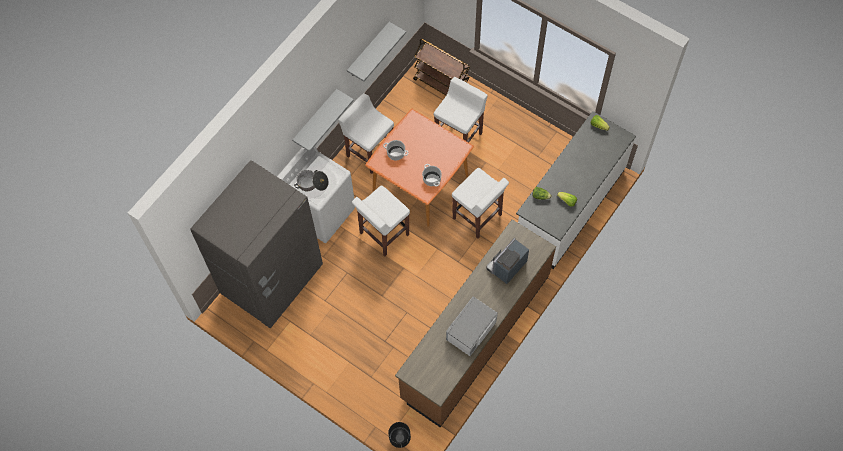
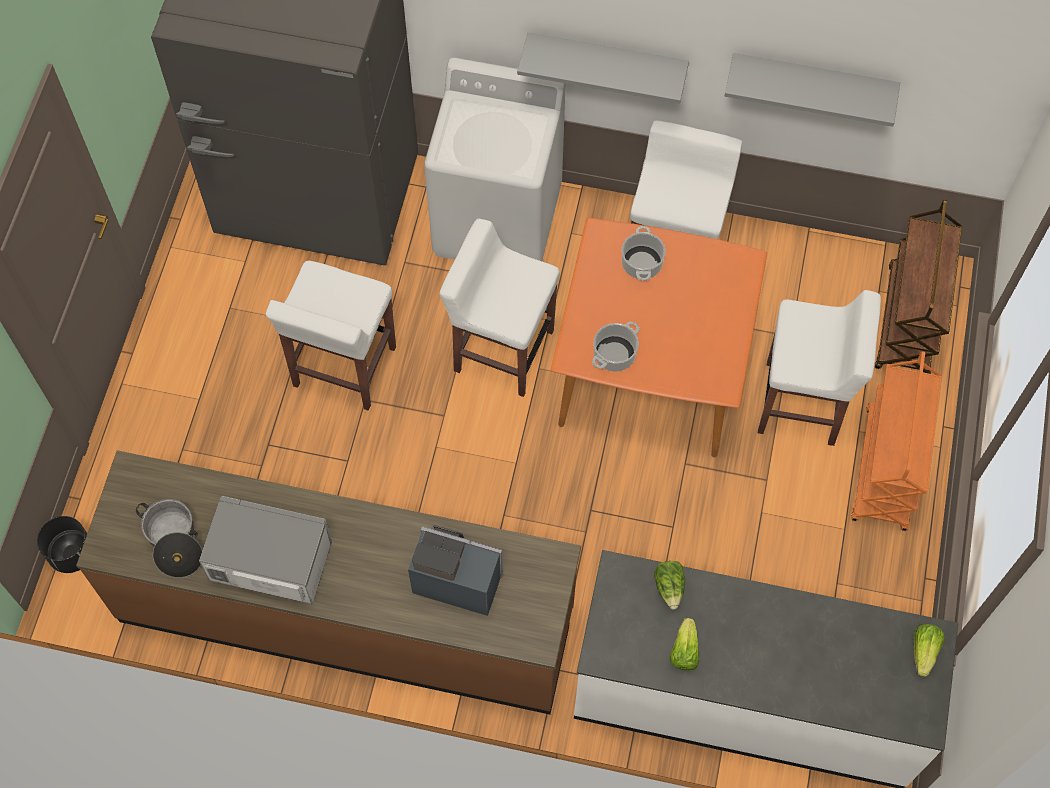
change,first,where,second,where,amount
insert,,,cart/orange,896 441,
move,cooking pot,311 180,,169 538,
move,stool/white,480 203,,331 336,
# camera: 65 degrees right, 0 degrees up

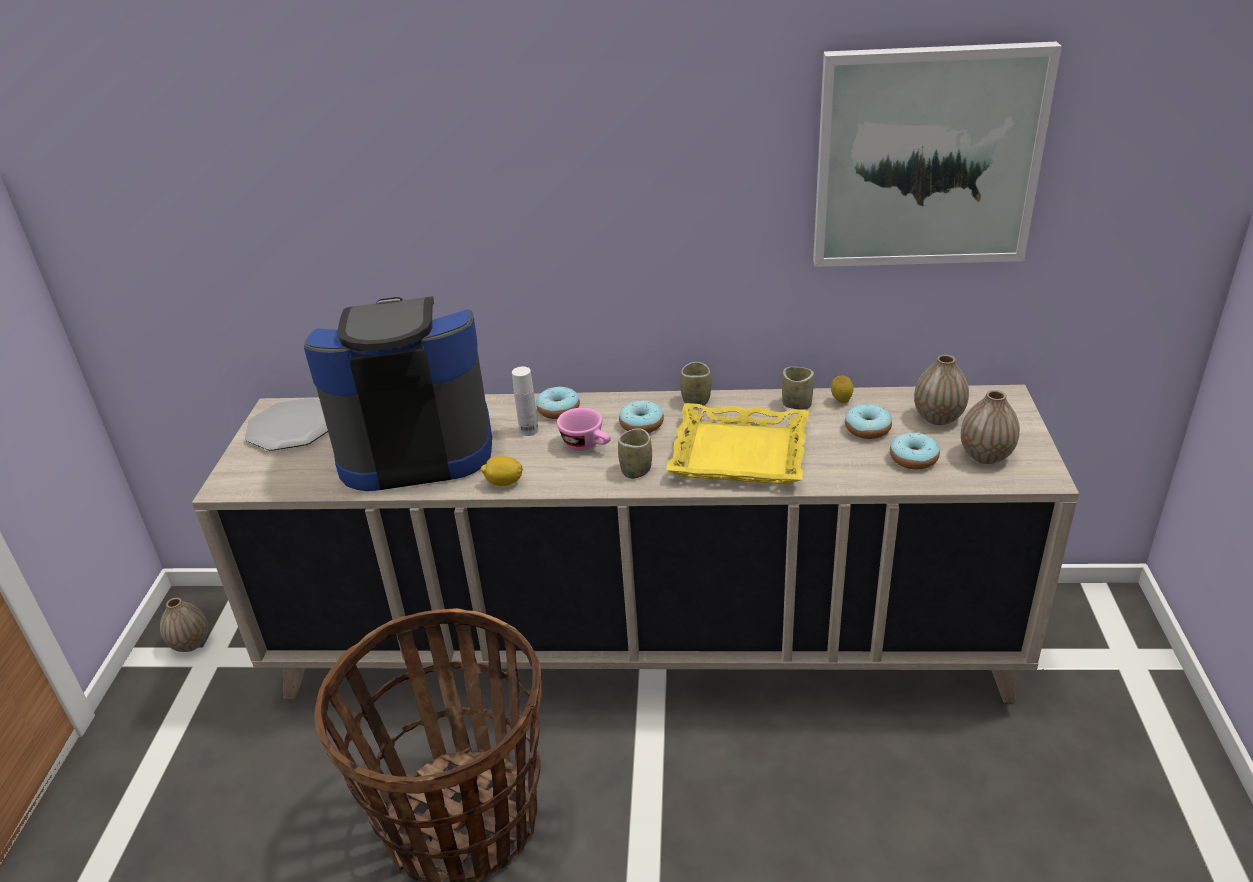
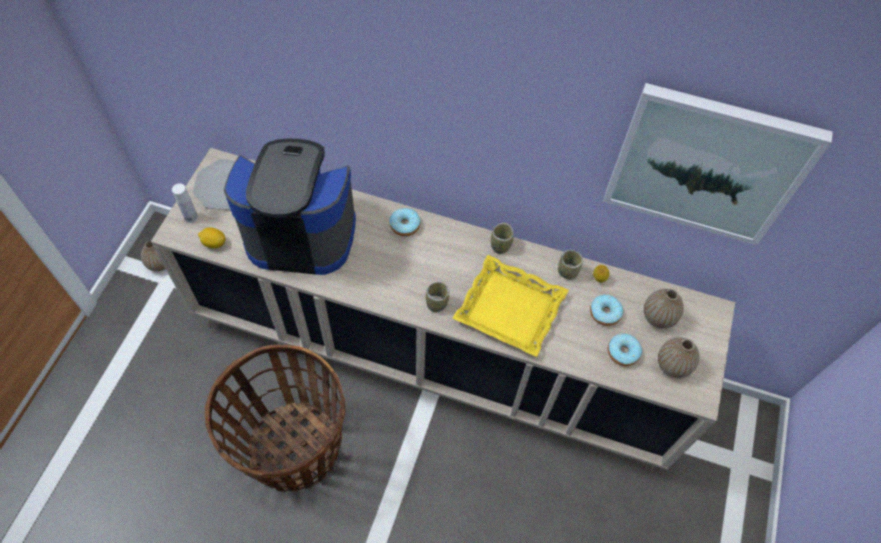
change,first,where,second,where,amount
delete,cup/pink,584 429,,,
delete,donut,641 417,,,
move,lemon,502 471,,212 237,
move,bottle/white,525 401,,185 203,
# camera: 10 degrees right, 25 degrees up

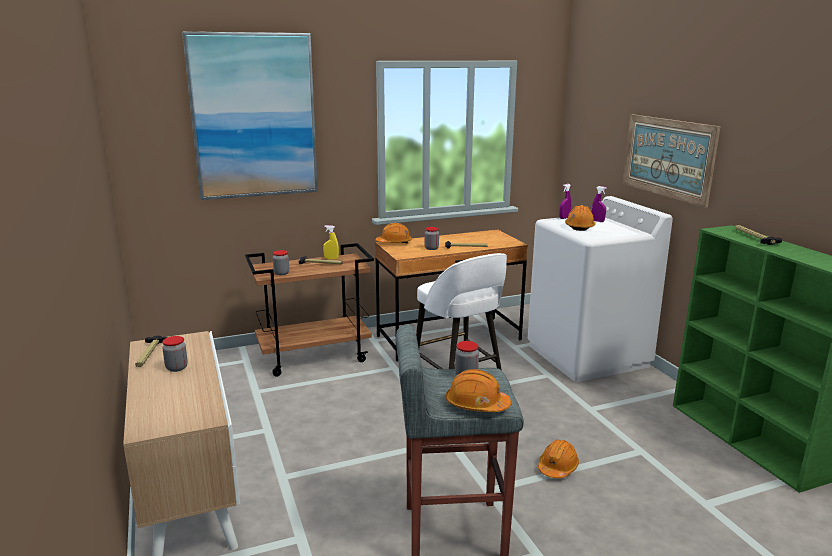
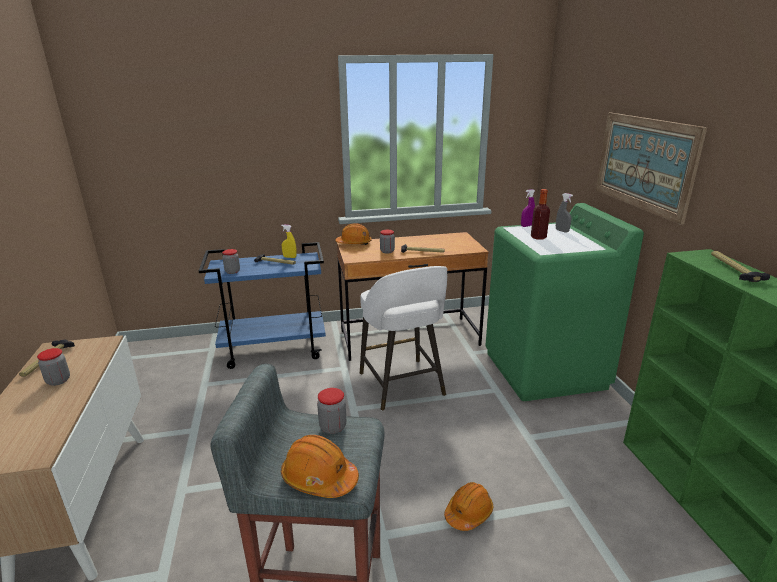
change,first,where,second,where,amount
delete,picture,250 116,,,
replace,hard hat/orange,580 218,bottle,540 214,
recolor,cart/brown,309 310,cart/blue,262 305,
recolor,washing machine/white,600 289,washing machine/green,564 302,
recolor,spray bottle/purple,599 204,spray bottle/grey,564 213,
# camera: 10 degrees right, 5 degrees up

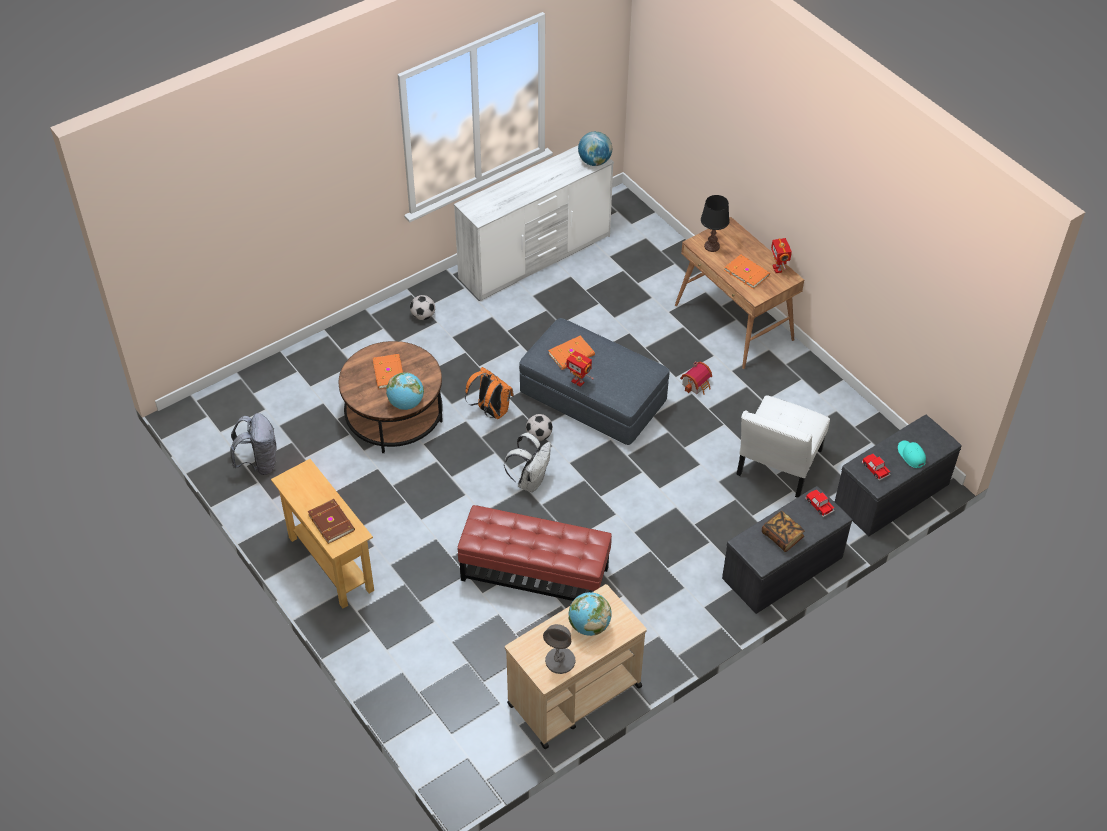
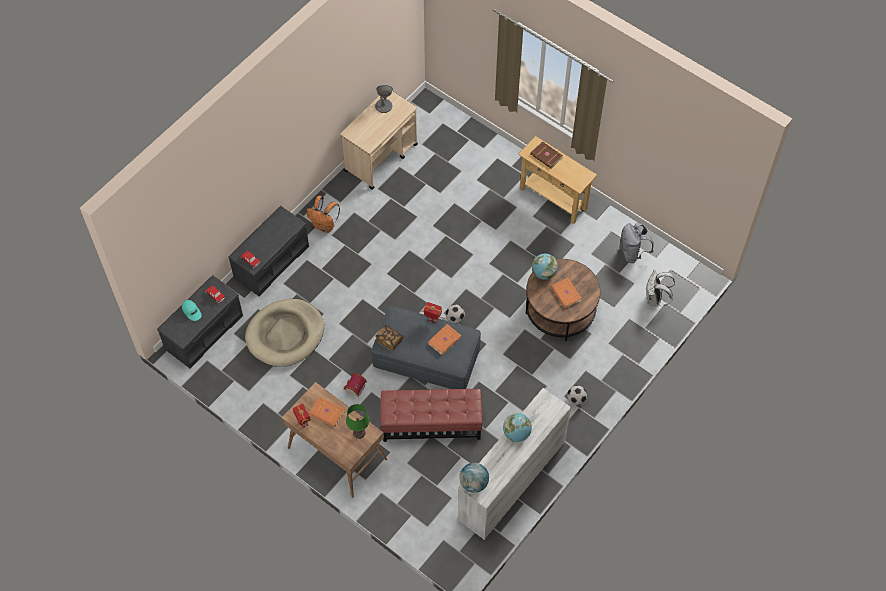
change,first,where,second,where,amount
move,ottoman/red,535 553,,431 415,
move,backpack/orange,489 393,,323 214,
move,backpack/white,527 462,,660 288,
move,globe,590 614,,517 427,
move,book,783 531,,389 338,
replace,chair/white,783 446,dog bed/beige,284 333,
recolor,table lamp/black,715 223,table lamp/green,357 421,
# camera: 165 degrees right, 10 degrees up

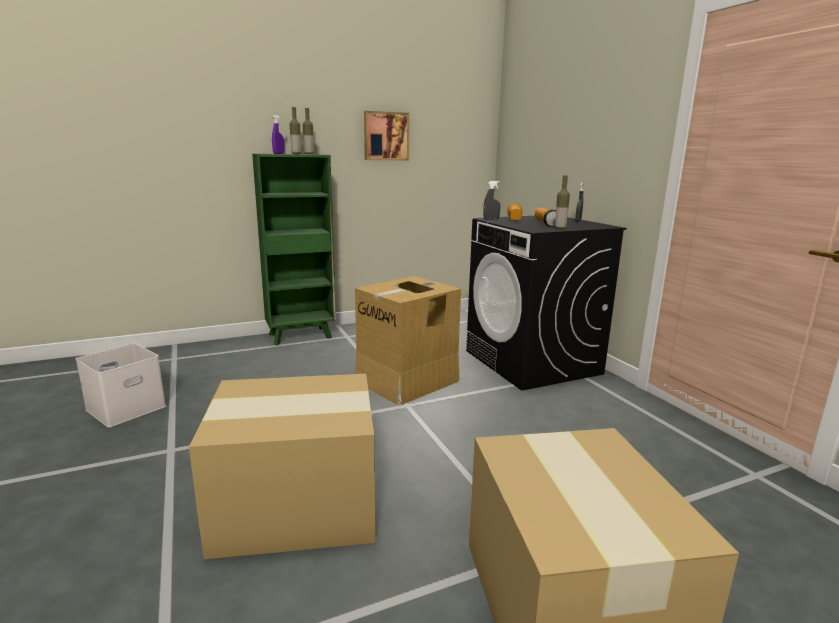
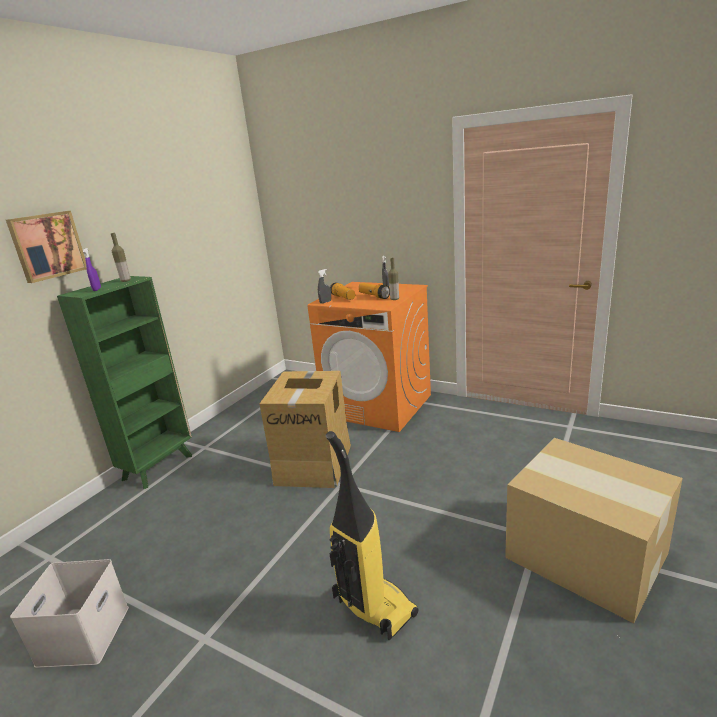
change,first,where,second,where,amount
delete,bottle,295 130,,,
move,picture,387 136,,46 247,
replace,cardboard box,282 466,vacuum cleaner,372 535,
recolor,washing machine/black,546 303,washing machine/orange,369 357,
# camera: 35 degrees left, 5 degrees up

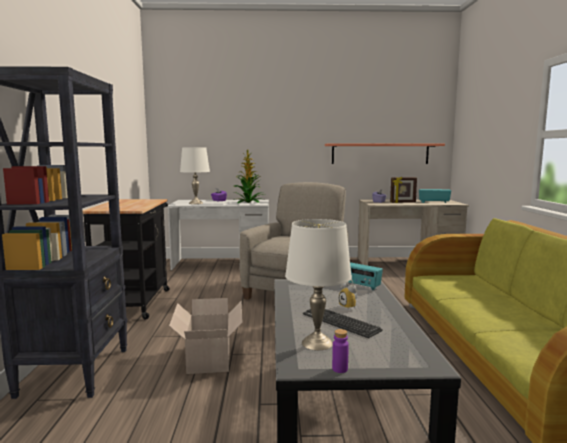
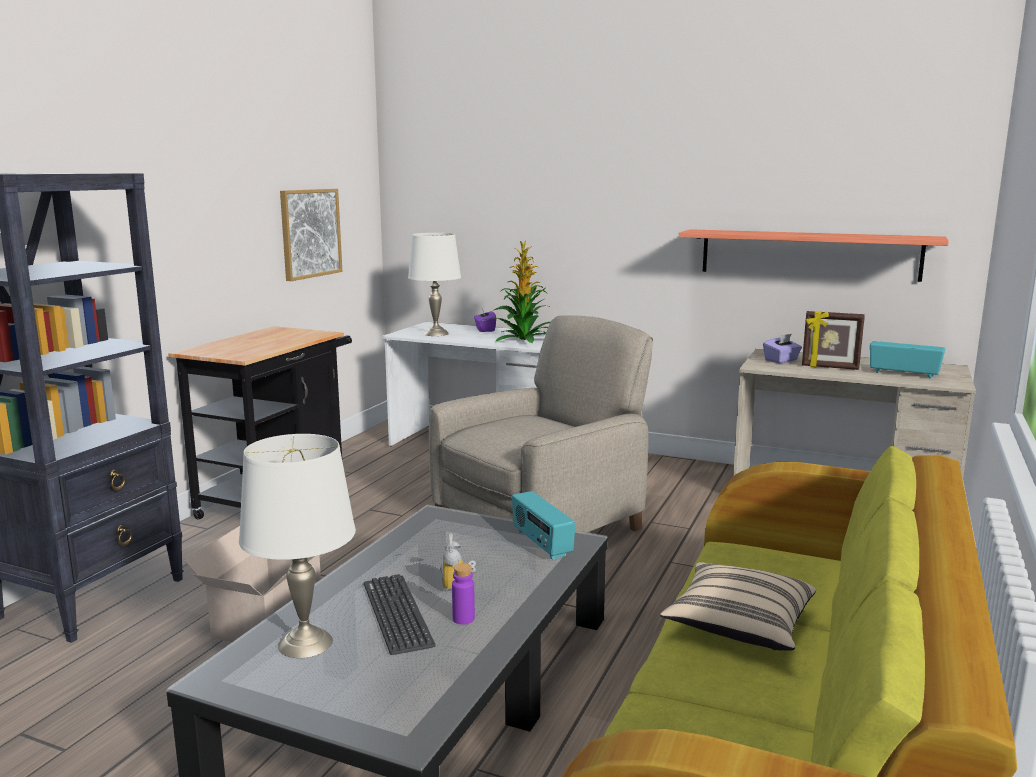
change,first,where,second,where,amount
insert,,,picture,311 235,
insert,,,pillow/beige,738 606,
move,bottle/purple,340 351,,463 594,
# camera: 25 degrees right, 5 degrees up

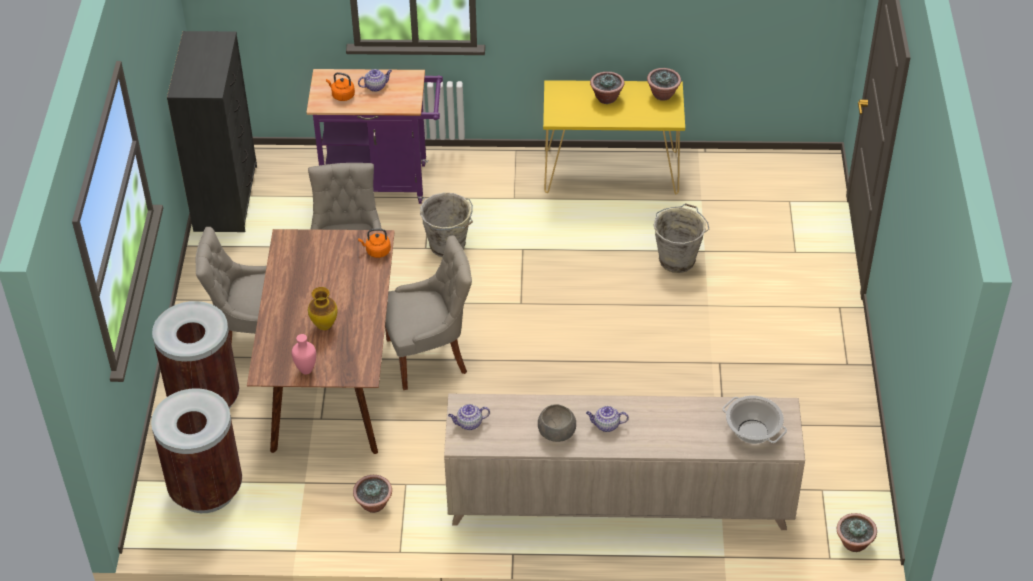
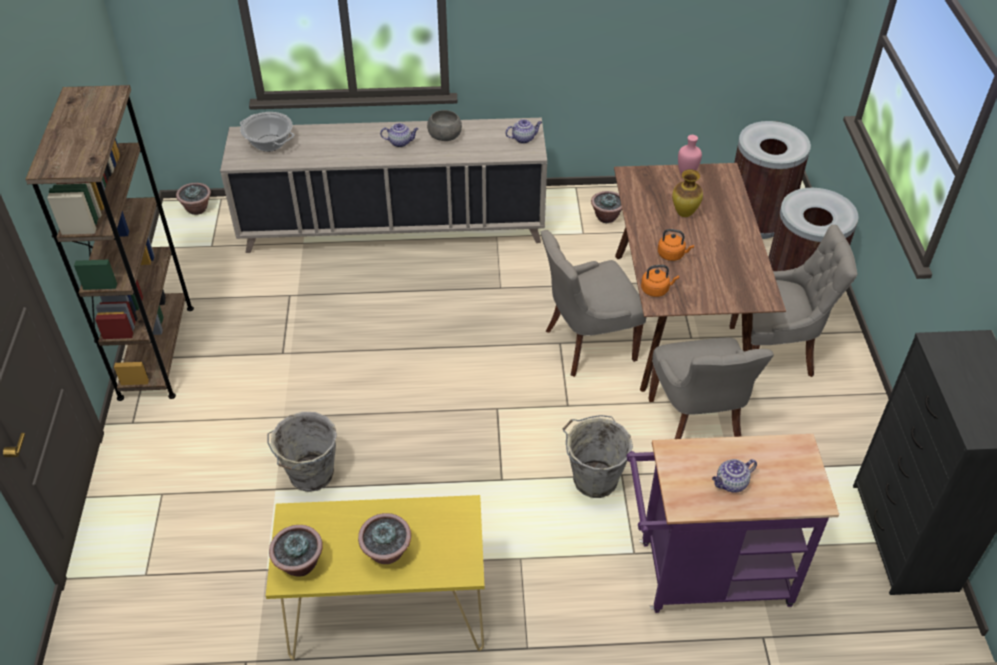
change,first,where,second,where,amount
insert,,,bookcase/brown,109 243,
move,kettle/orange,340 86,,676 245,
# camera: 175 degrees right, 0 degrees up

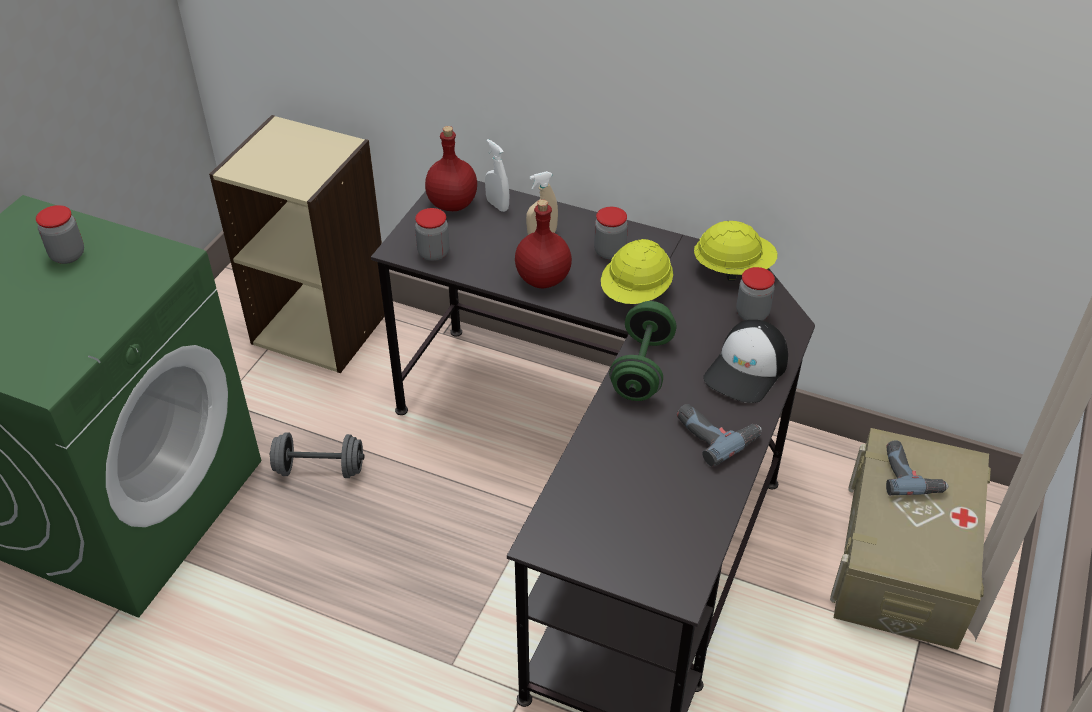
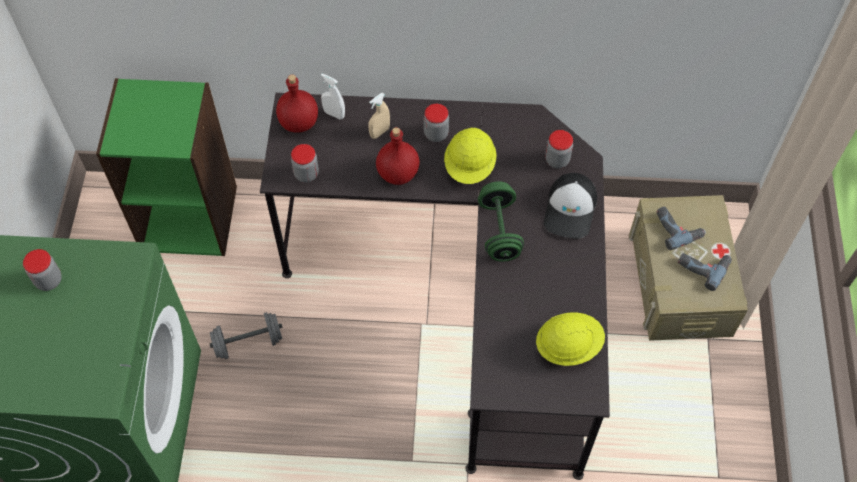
change,first,where,second,where,amount
move,power drill,719 435,,705 272,
move,hard hat/yellow,736 250,,570 339,
recolor,bookcase/beige,297 244,bookcase/green,166 167,
# camera: 20 degrees left, 15 degrees up

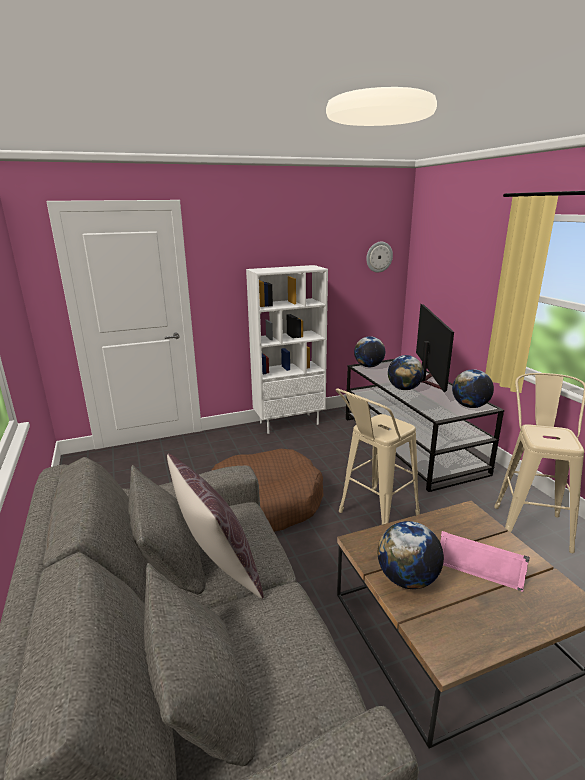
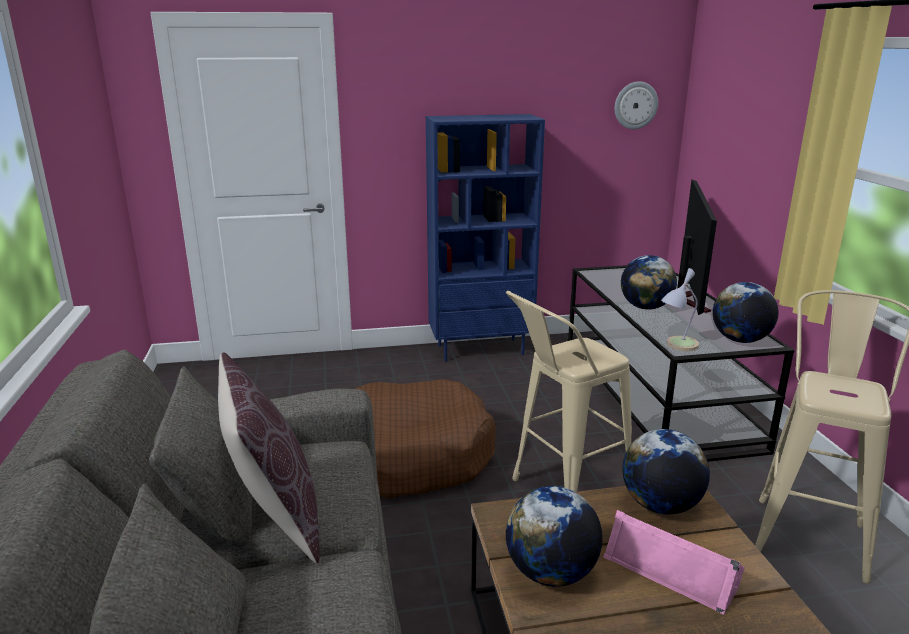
change,first,where,second,where,amount
insert,,,table lamp,680 309,
move,globe,369 351,,666 472,
recolor,bookcase/white,287 349,bookcase/blue,485 237,
# camera: 10 degrees right, 0 degrees up

